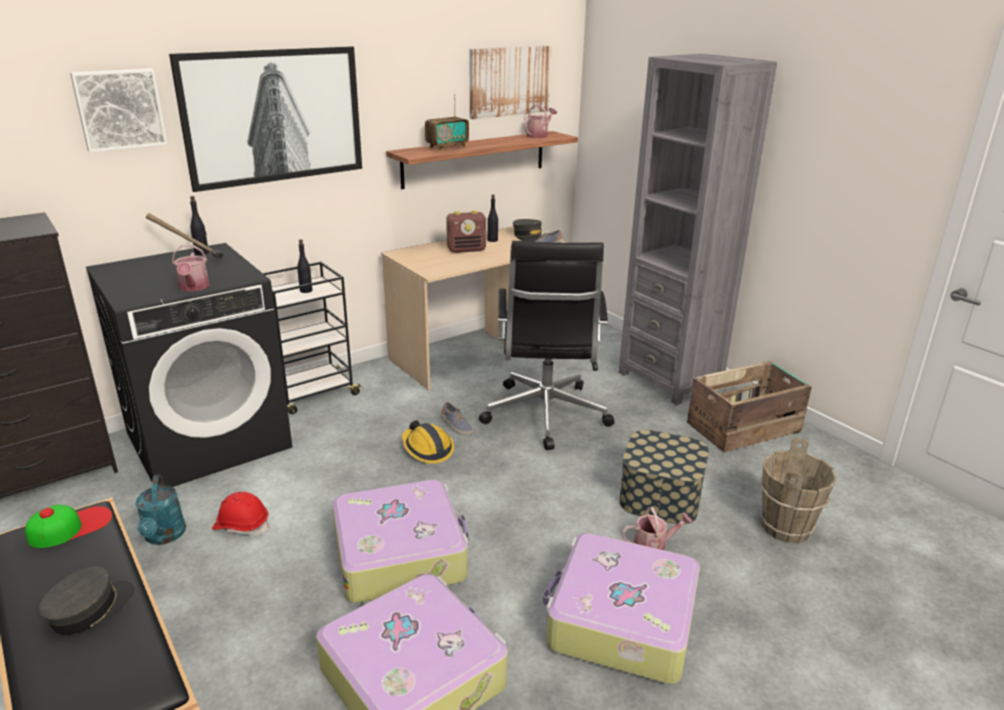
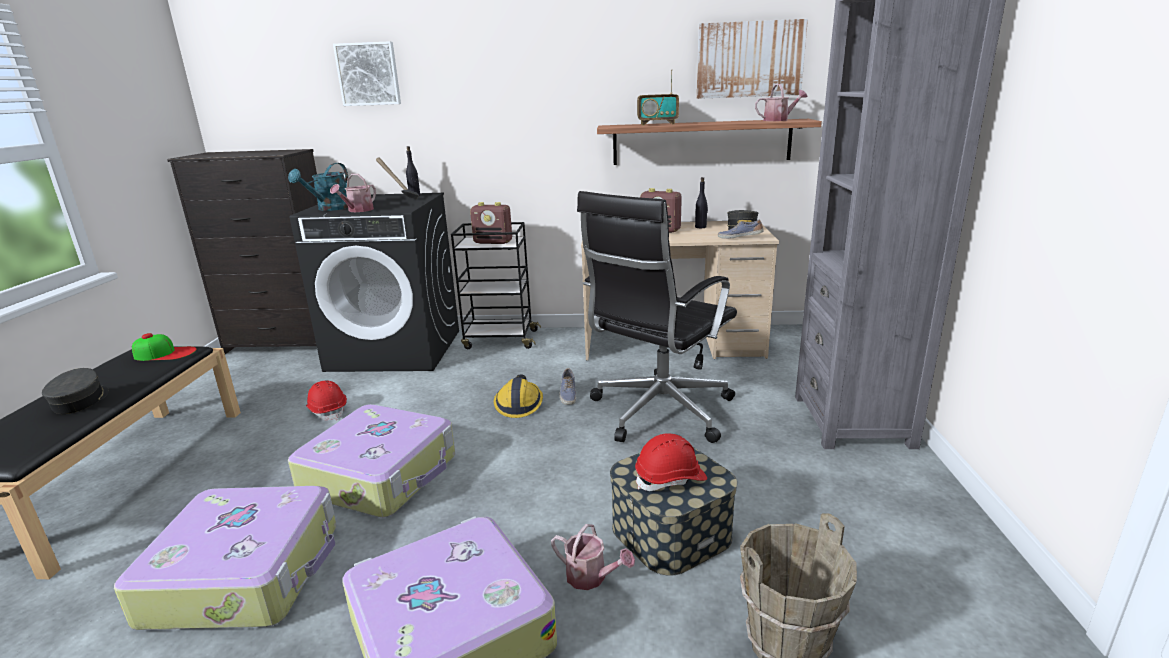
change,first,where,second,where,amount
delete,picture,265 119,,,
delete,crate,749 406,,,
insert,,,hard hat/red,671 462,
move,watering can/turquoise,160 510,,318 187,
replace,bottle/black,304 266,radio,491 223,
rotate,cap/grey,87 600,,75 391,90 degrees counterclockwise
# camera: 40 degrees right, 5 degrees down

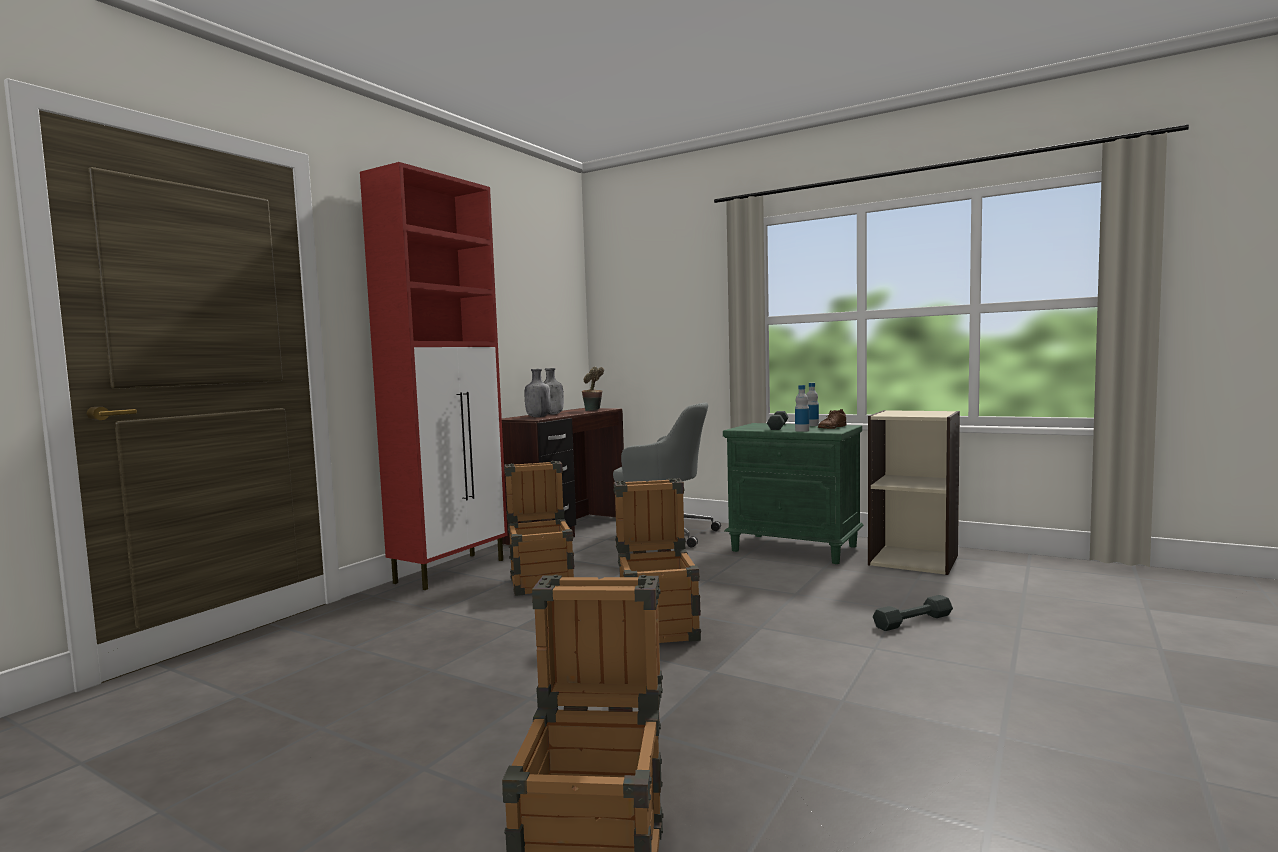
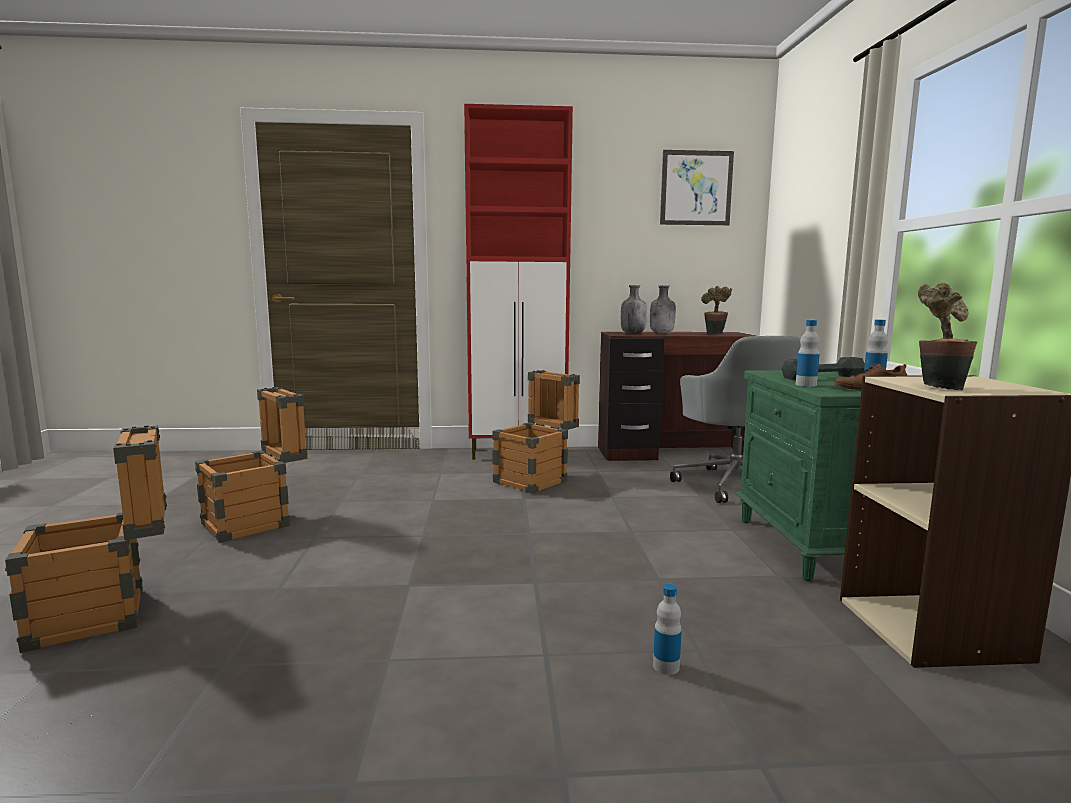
change,first,where,second,where,amount
insert,,,picture,697 187,
insert,,,potted plant,947 336,
move,crate,657 560,,251 465,
replace,dumbbell/grey,913 613,bottle,667 629,
# camera: 55 degrees right, 5 degrees up

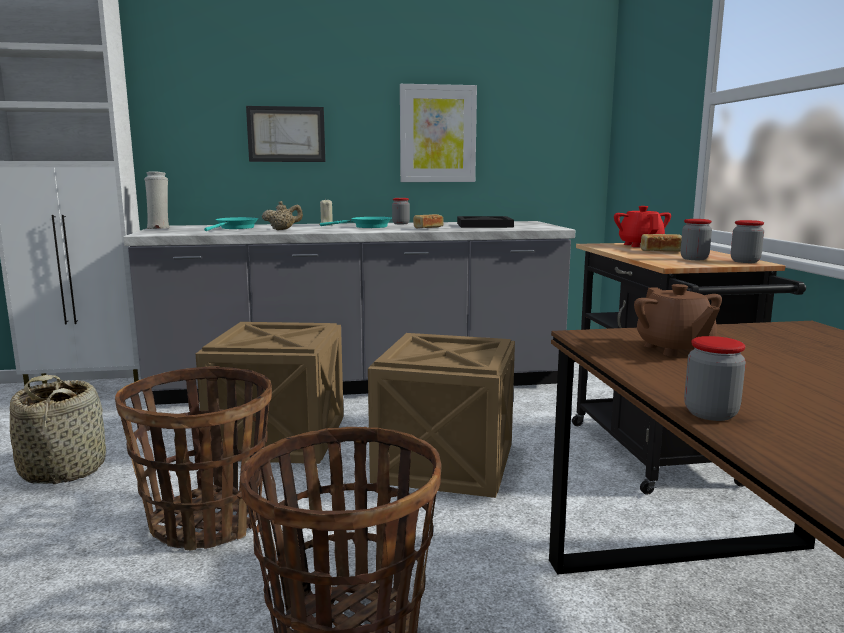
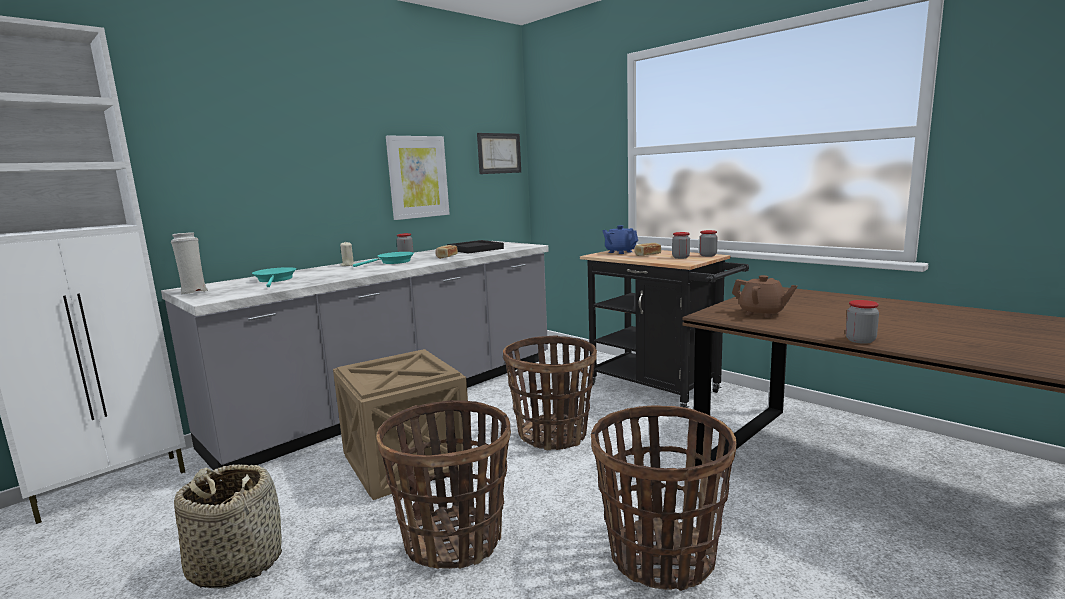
change,first,where,second,where,amount
delete,teapot/beige,282 215,,,
move,picture,285 134,,499 153,
replace,crate,441 415,basket,550 392,
recolor,teapot/red,642 226,teapot/blue,620 239,
# camera: 35 degrees left, 0 degrees up

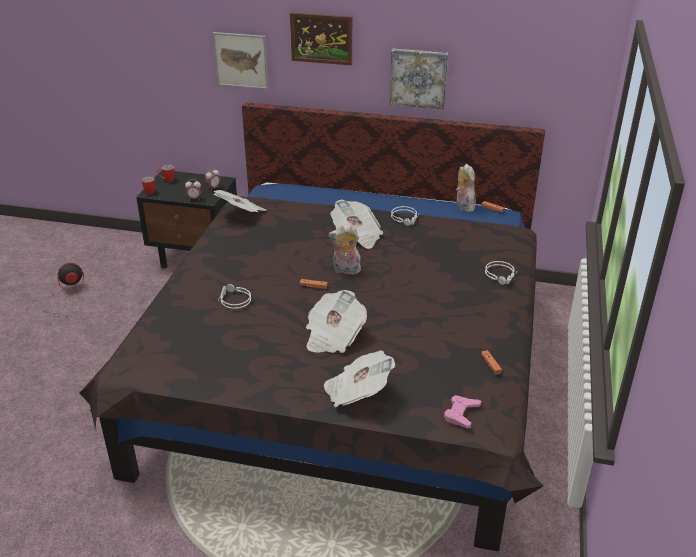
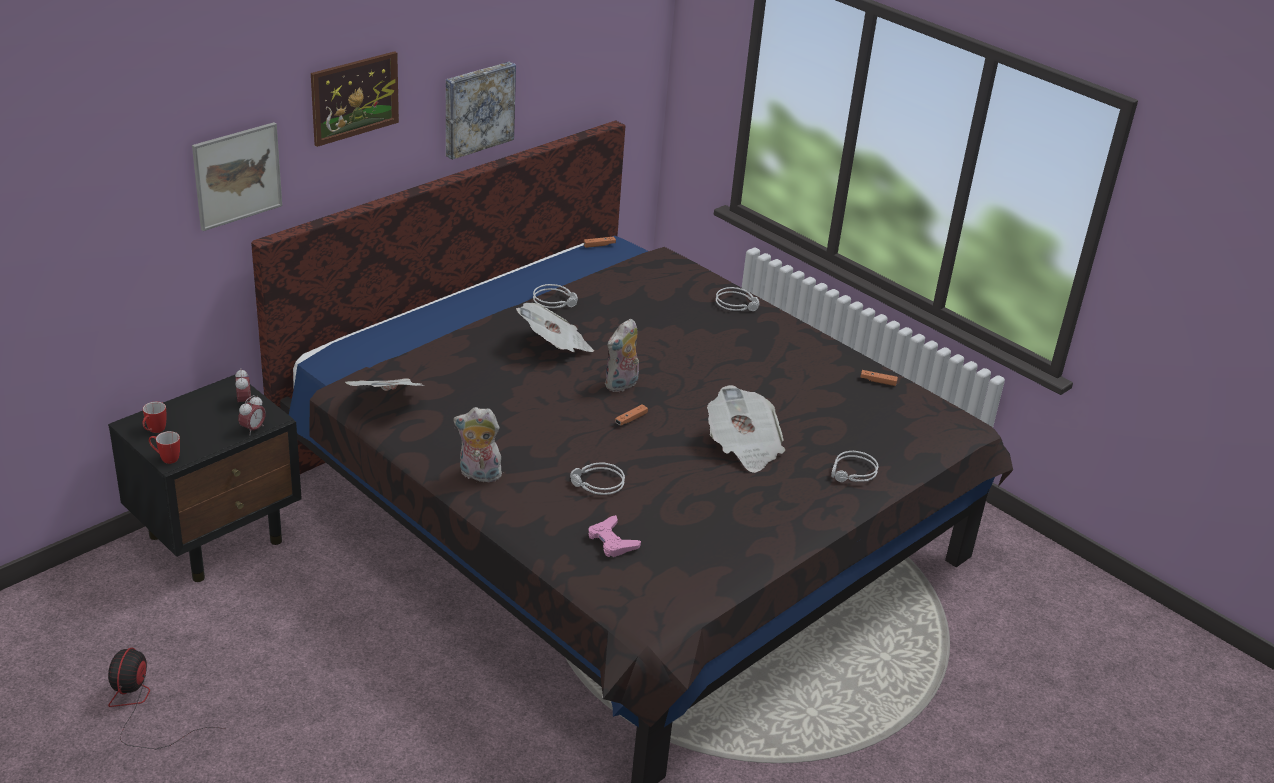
change,first,where,second,where,amount
move,game controller/pink,462 411,,614 536,
move,plush toy,466 188,,477 444,
replace,newspaper,359 379,headphones/grey,855 466,
# camera: 60 degrees left, 0 degrees up

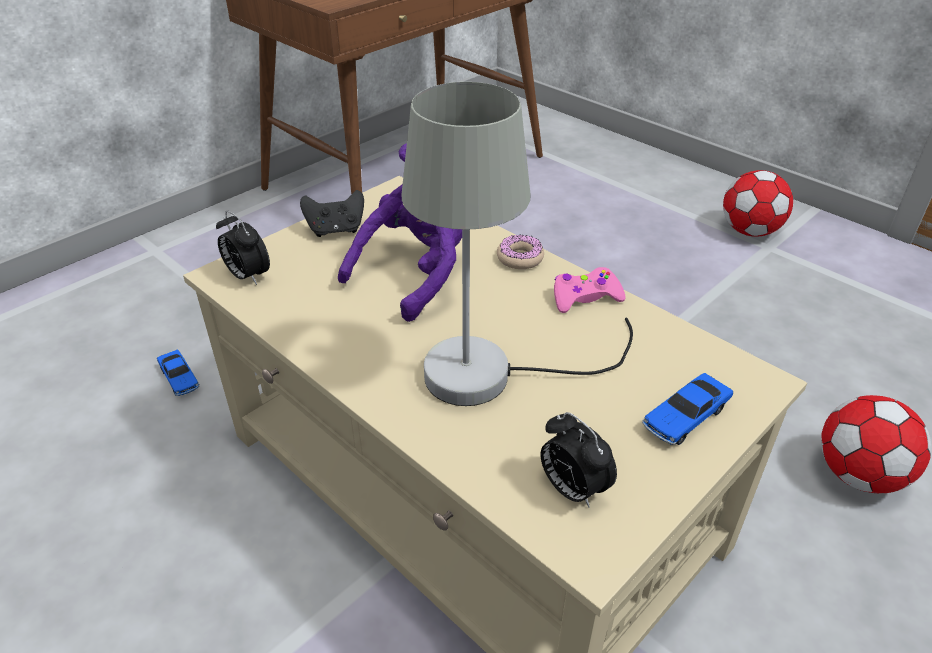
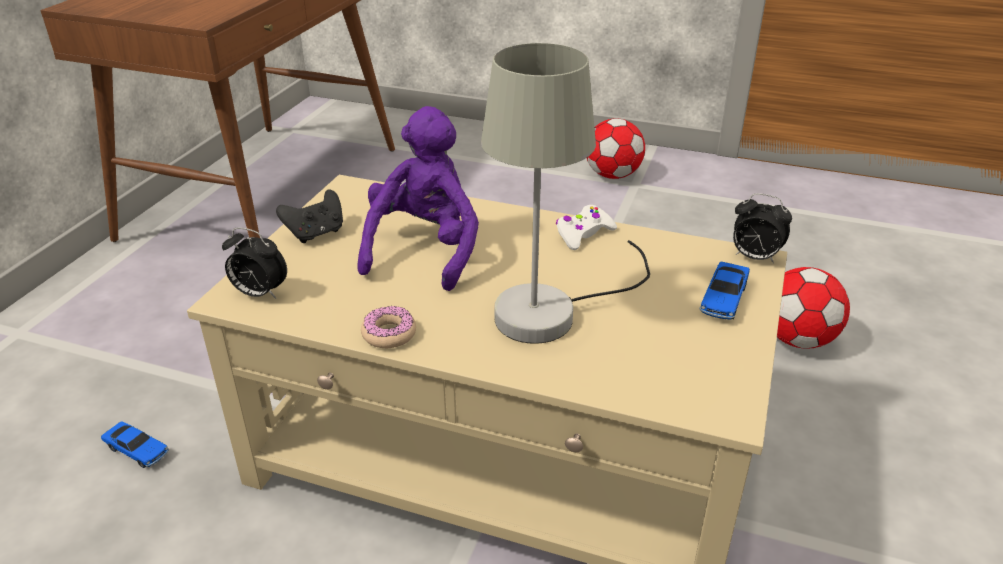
change,first,where,second,where,amount
move,donut,520 252,,388 326,
move,alarm clock,579 460,,762 228,
recolor,game controller/pink,589 290,game controller/white,586 227,
# camera: 25 degrees left, 5 degrees down

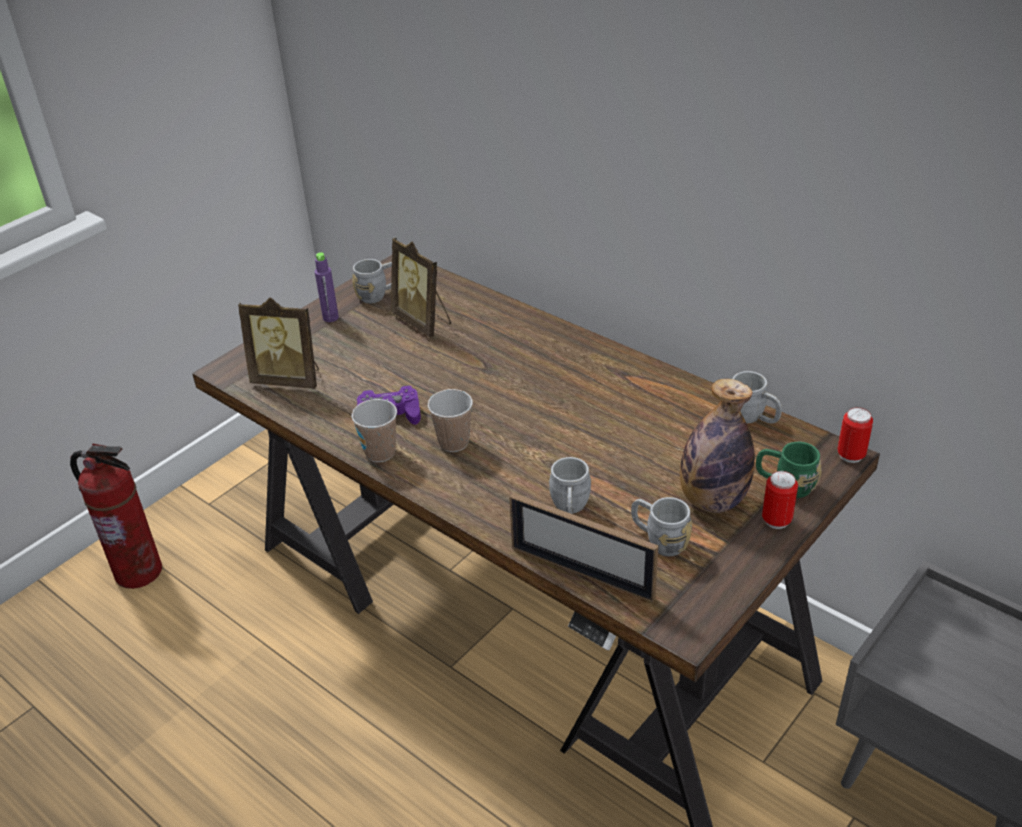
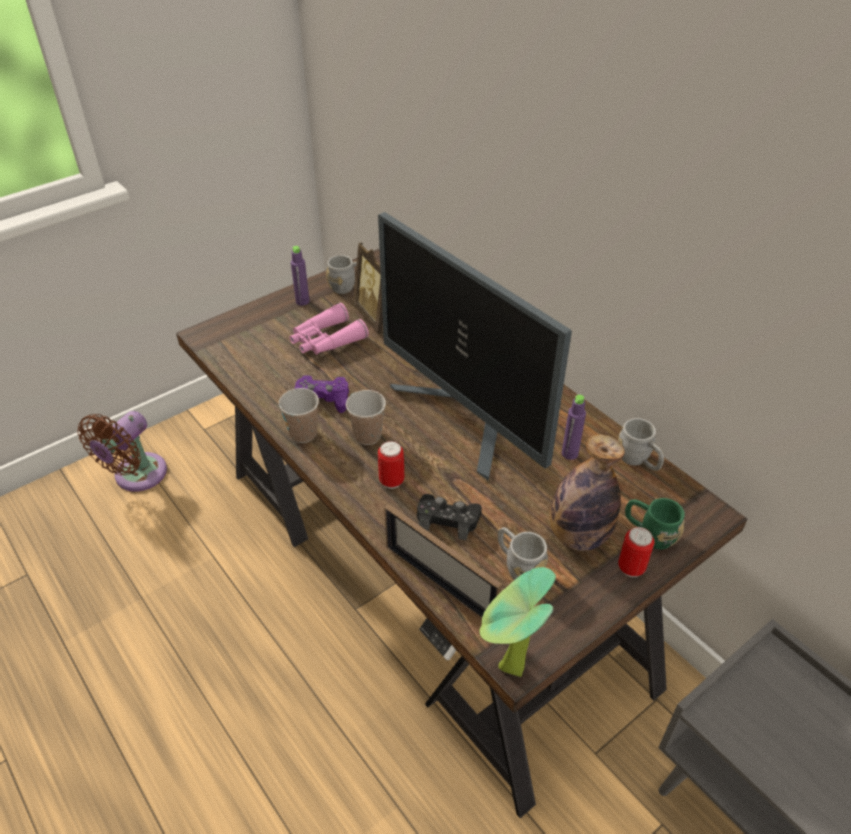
change,first,where,second,where,amount
delete,picture frame,278 343,,,
insert,,,binoculars/pink,329 329,
insert,,,monitor,475 346,
insert,,,potted plant,518 622,
insert,,,bottle/purple,574 427,
move,can,855 435,,391 465,
replace,fire extinguisher,116 516,fan/brown,122 451,
replace,mug/grey,570 485,game controller/black,449 517,
# camera: 10 degrees right, 5 degrees up

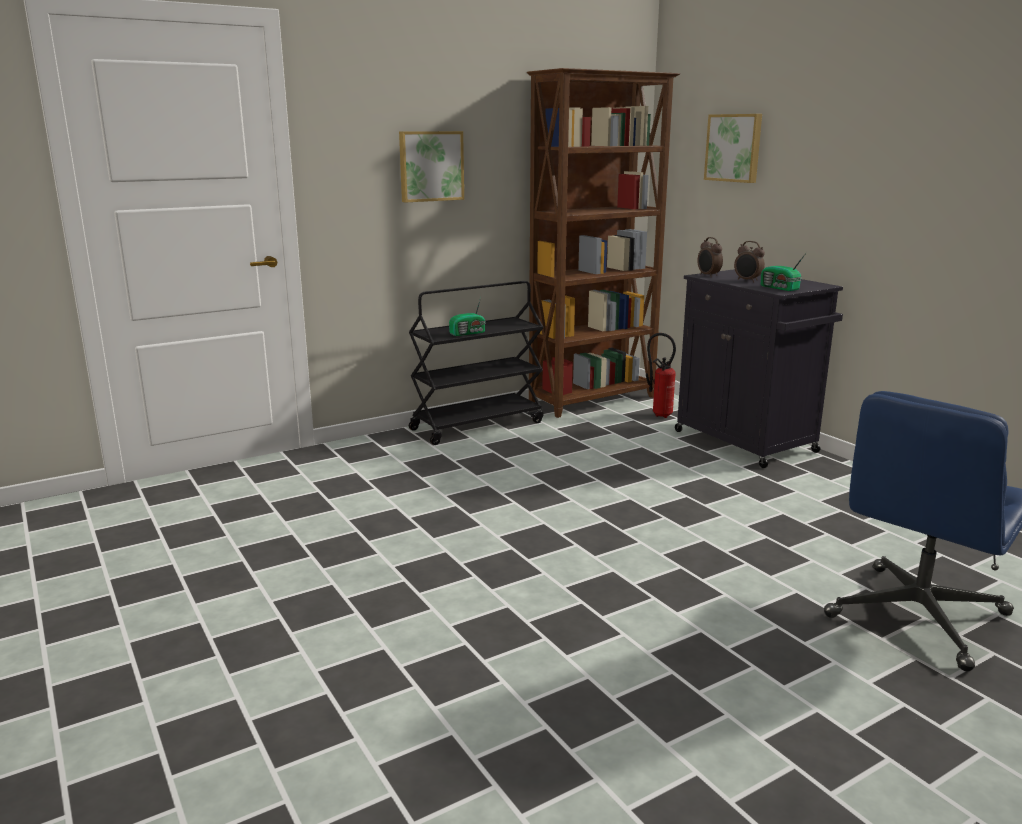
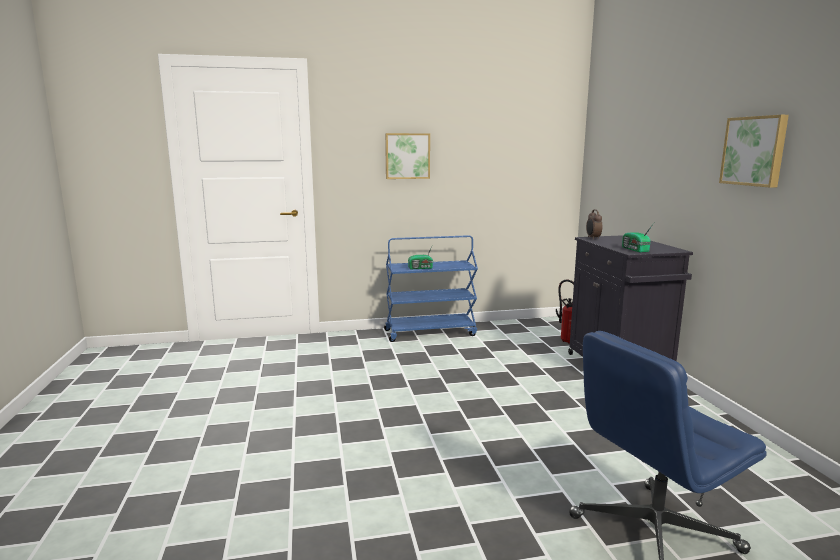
change,first,where,second,where,amount
delete,bookcase/brown,603 243,,,
delete,alarm clock,749 261,,,
move,picture,733 148,,754 151,
recolor,cart/black,476 363,cart/blue,431 288,
# camera: 20 degrees right, 5 degrees down

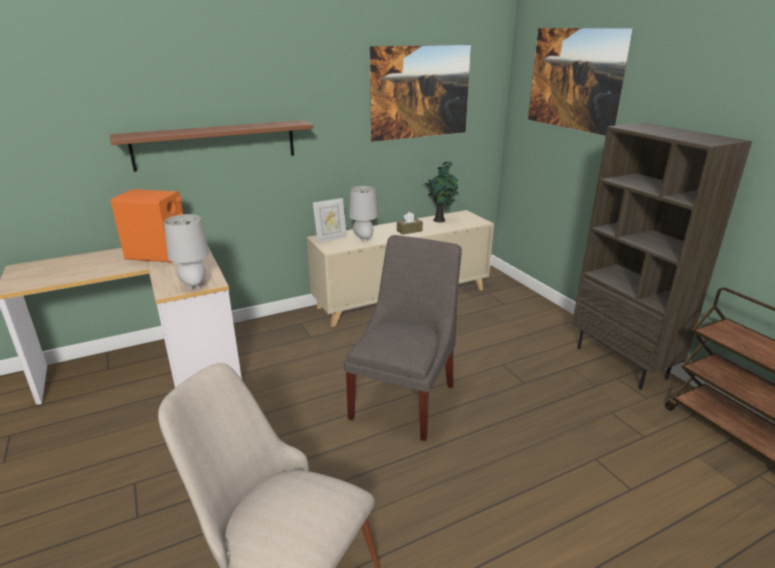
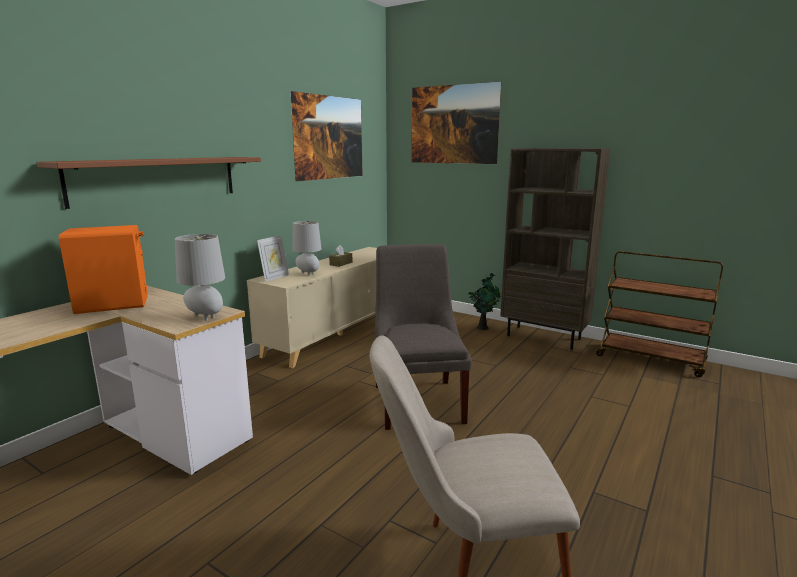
change,first,where,second,where,amount
move,potted plant,441 192,,484 301,
# camera: 30 degrees left, 10 degrees down

